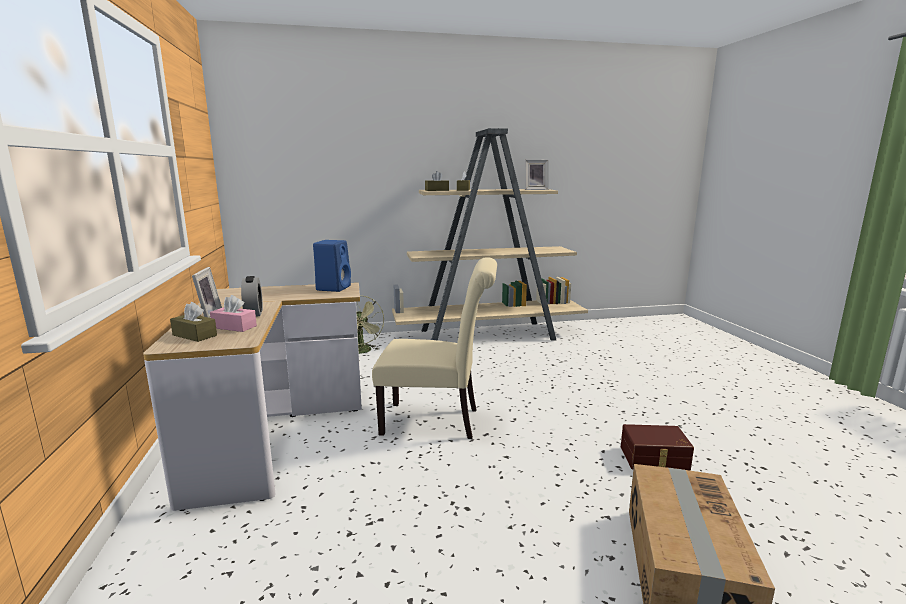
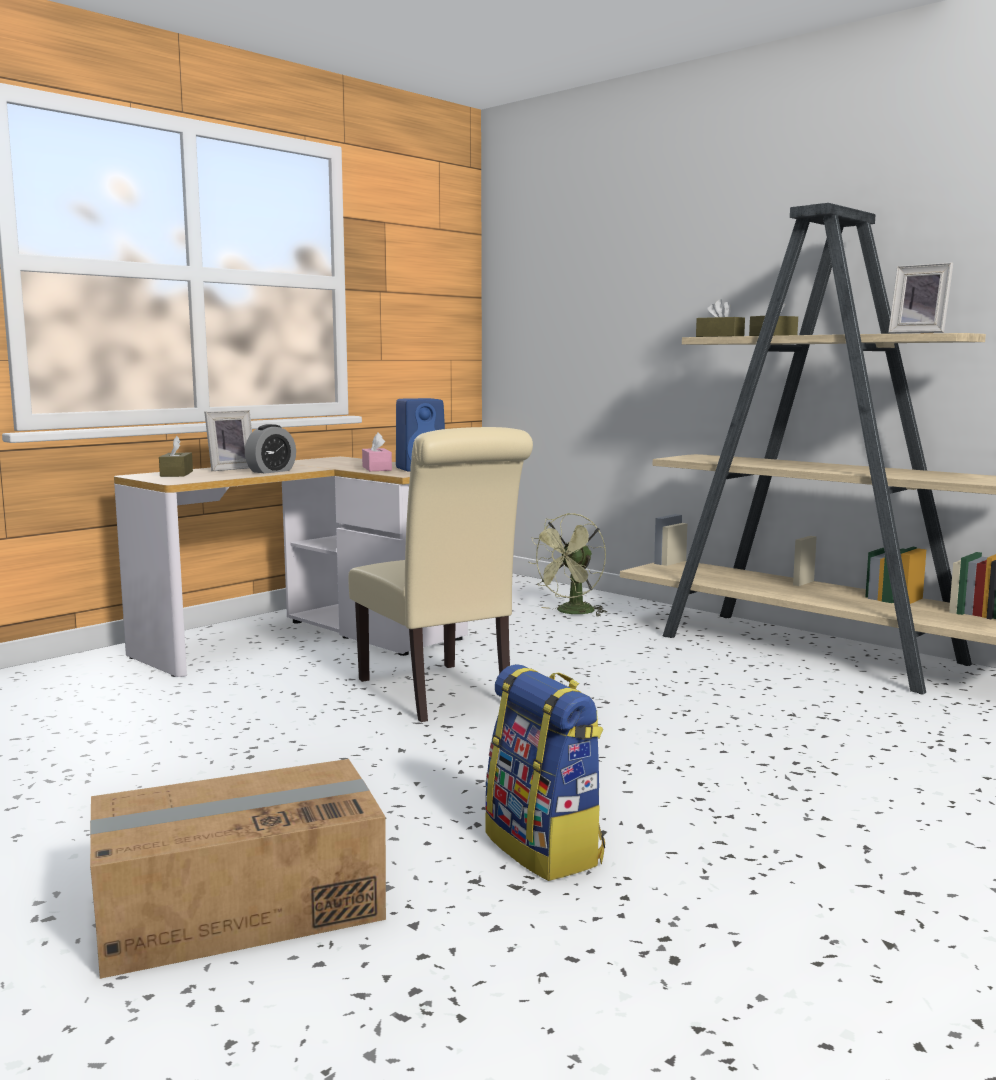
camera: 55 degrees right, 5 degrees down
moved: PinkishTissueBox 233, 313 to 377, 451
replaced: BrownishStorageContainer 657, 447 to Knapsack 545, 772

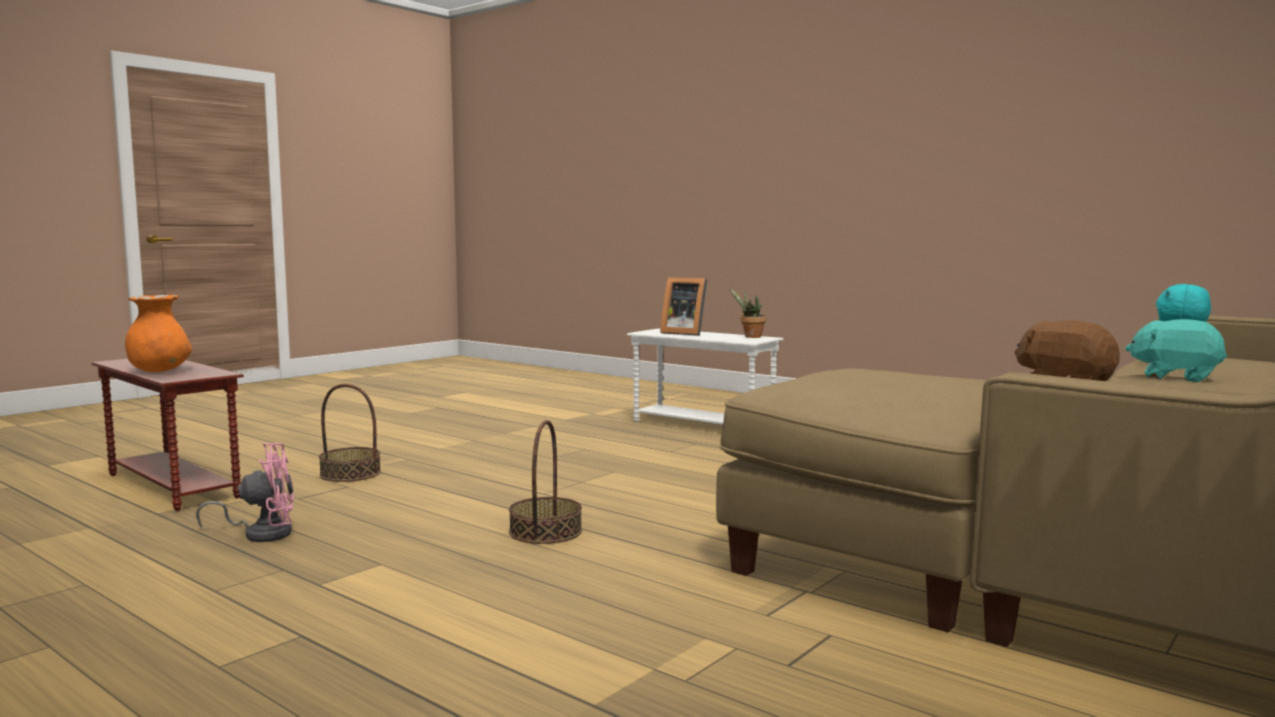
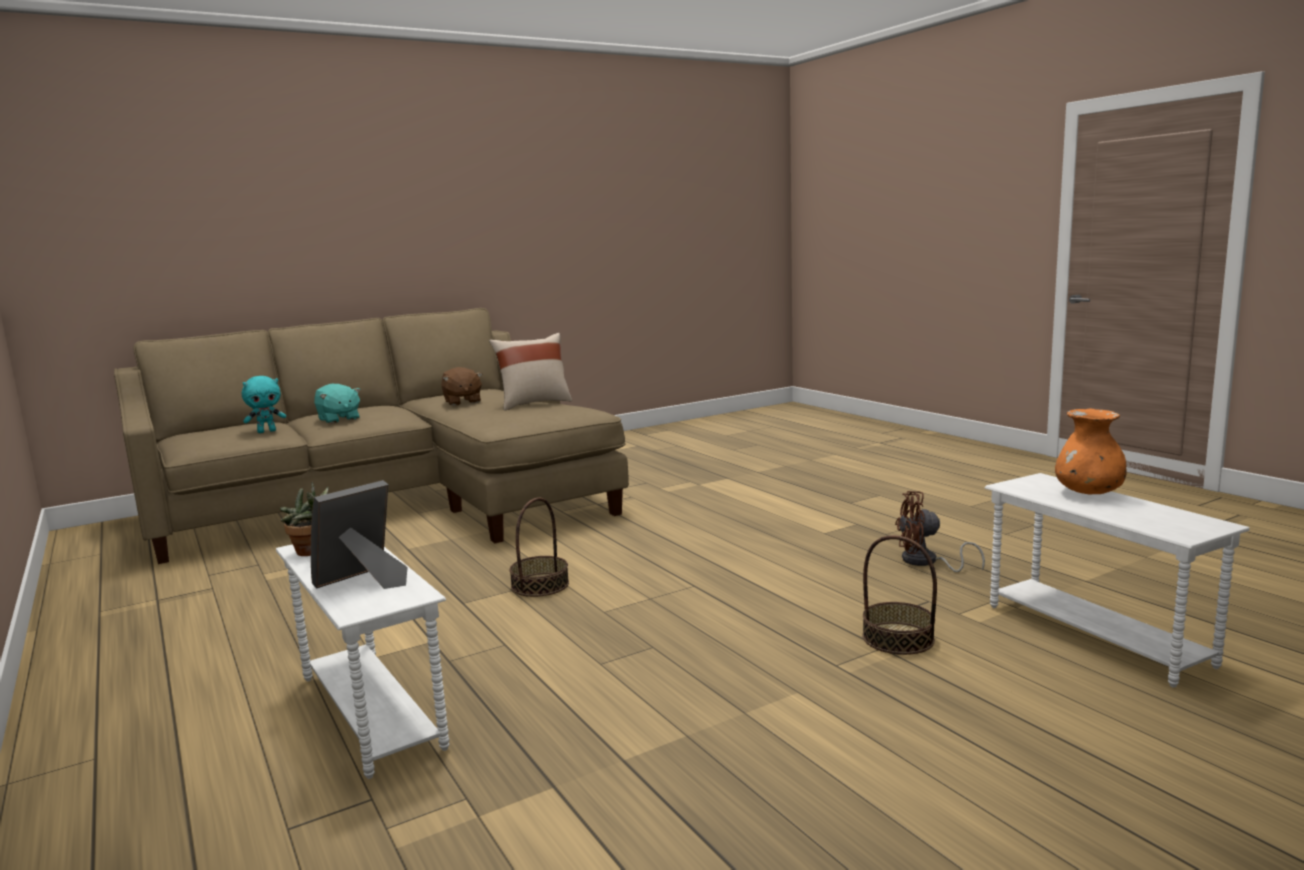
camera: 160 degrees left, 5 degrees up
added: BeigeColouredPillow 530, 372
moved: StorageBasket 545, 482 to 539, 547
recoloured: BrownishAccentTable 168, 435 to WhitishAccentTable 1117, 580; PinkishFan 245, 492 to BrownishFan 940, 531
turned: PictureFrame 683, 306 = 359, 534 90 degrees counterclockwise

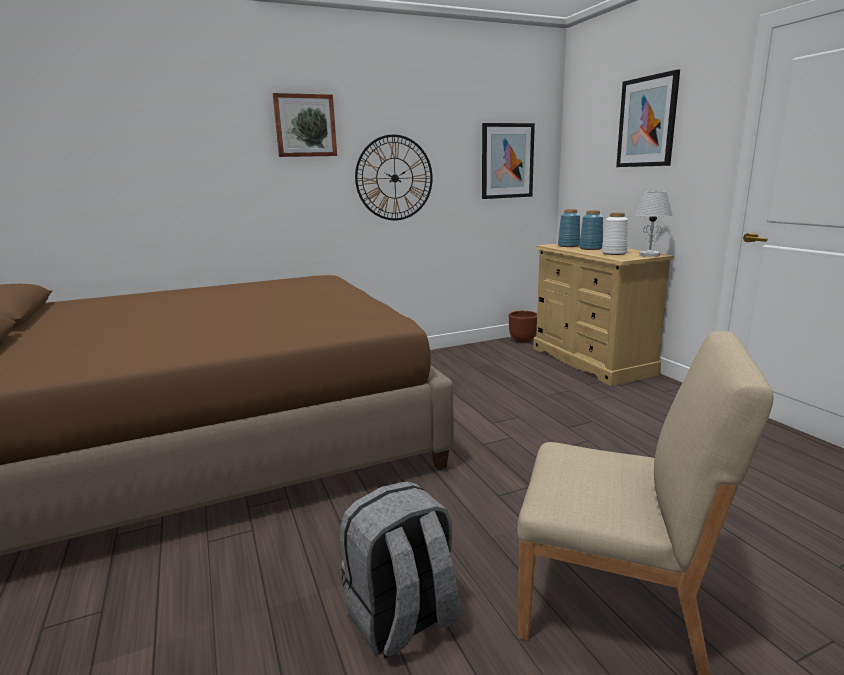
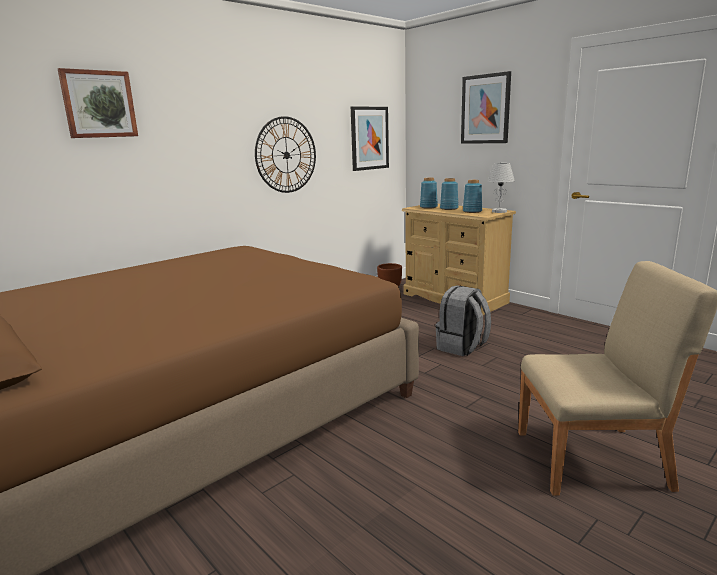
camera: 20 degrees left, 0 degrees up
moved: Picture 305, 125 to 98, 103; GreyishKnapsack 400, 569 to 463, 320
recoloured: WhitishFlowerVase 615, 234 to BlueFlowerVase 472, 196

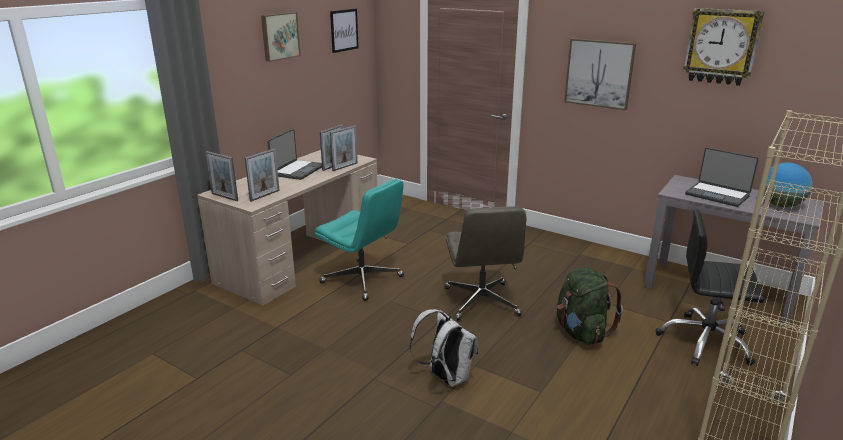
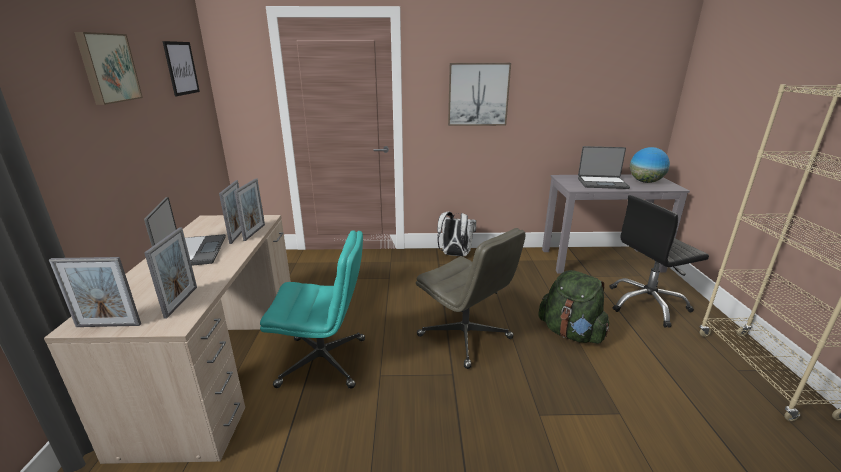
camera: 35 degrees left, 0 degrees up
removed: ClockOnTheWall 724, 47
moved: WhitishKnapsack 444, 348 to 456, 234

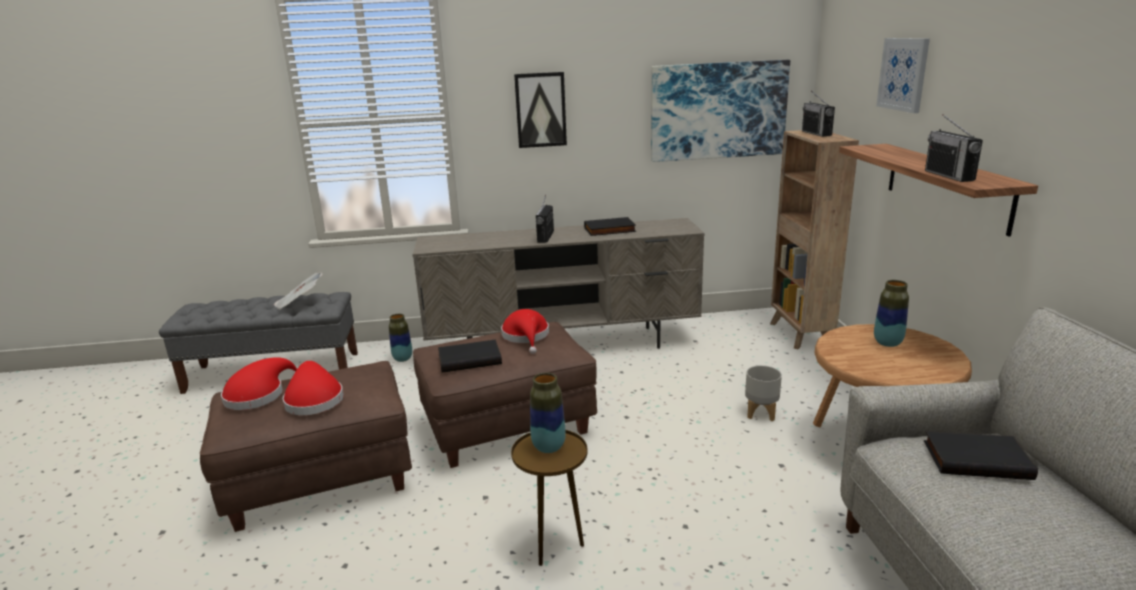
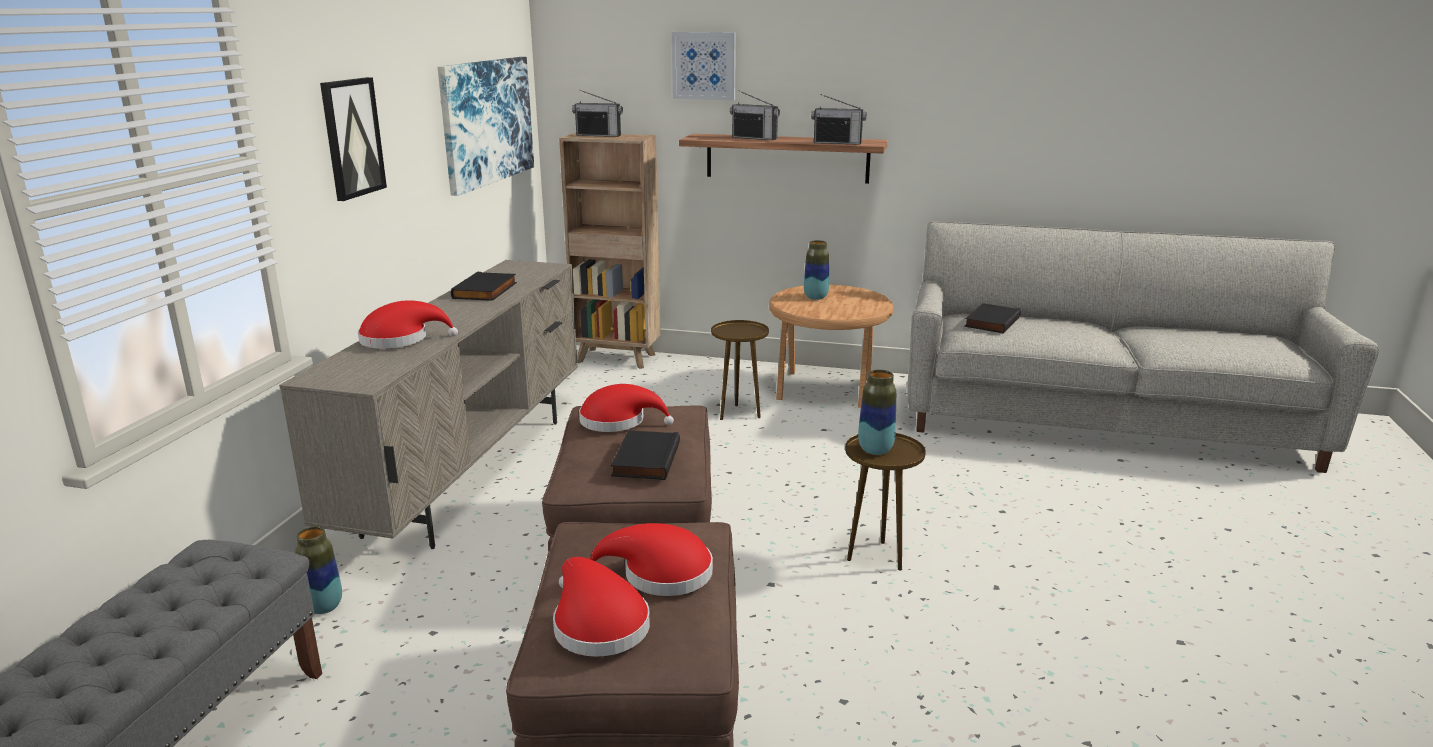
camera: 70 degrees left, 0 degrees up
removed: Newspaper 298, 291
added: RedColouredClothingHat 408, 324
moved: RadioSet 545, 219 to 755, 115
replaced: GreyishPlantPot 763, 393 to BrownishAccentTable 740, 370

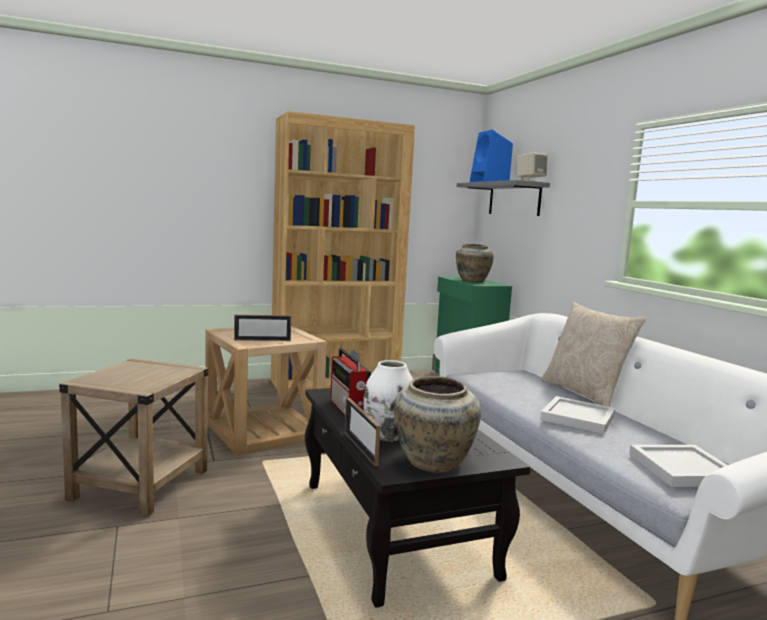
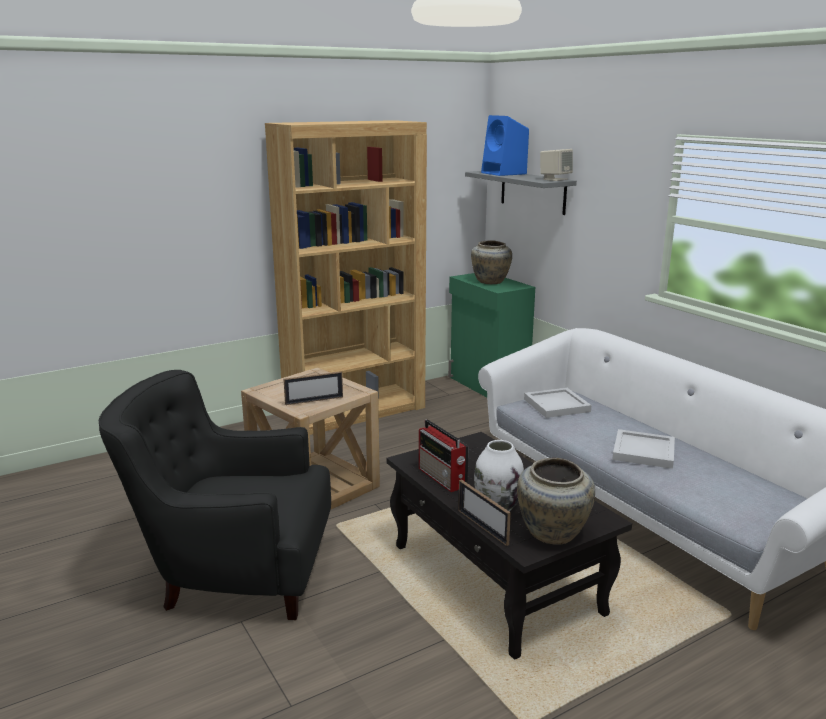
camera: 10 degrees left, 10 degrees up
removed: BeigeColouredPillow 593, 354
moved: WhitishTray 678, 466 to 558, 403
replaced: BeigeColouredAccentTable 133, 437 to BlackColouredLoungeChair 215, 495

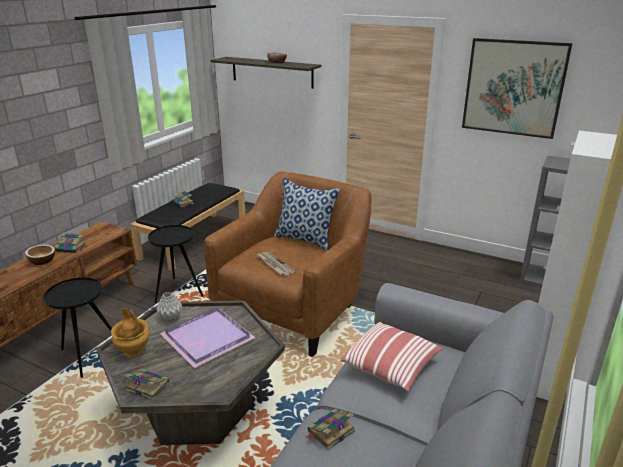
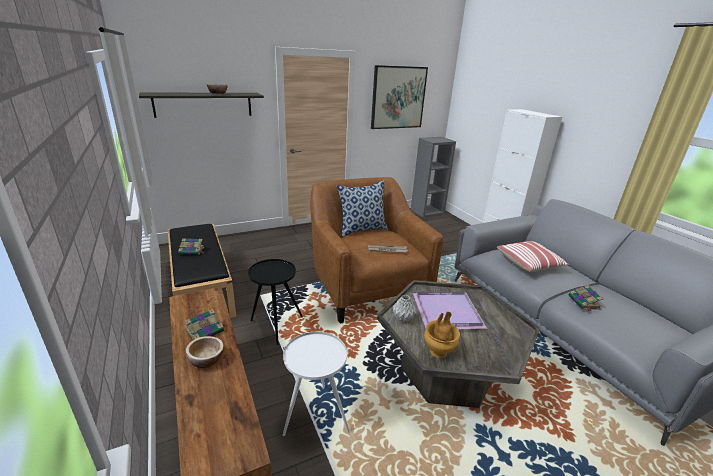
camera: 55 degrees left, 0 degrees up
removed: Book 147, 384
recoloured: BlackColouredAccentTable 77, 327 to WhitishAccentTable 316, 384

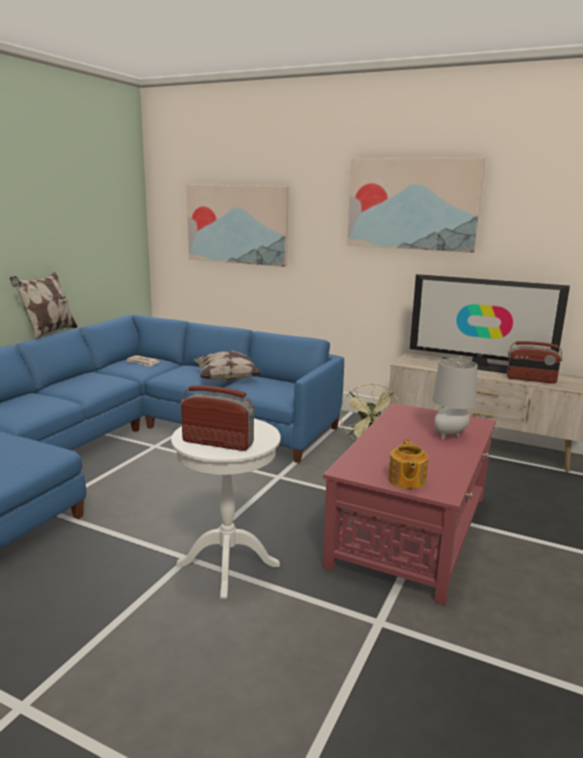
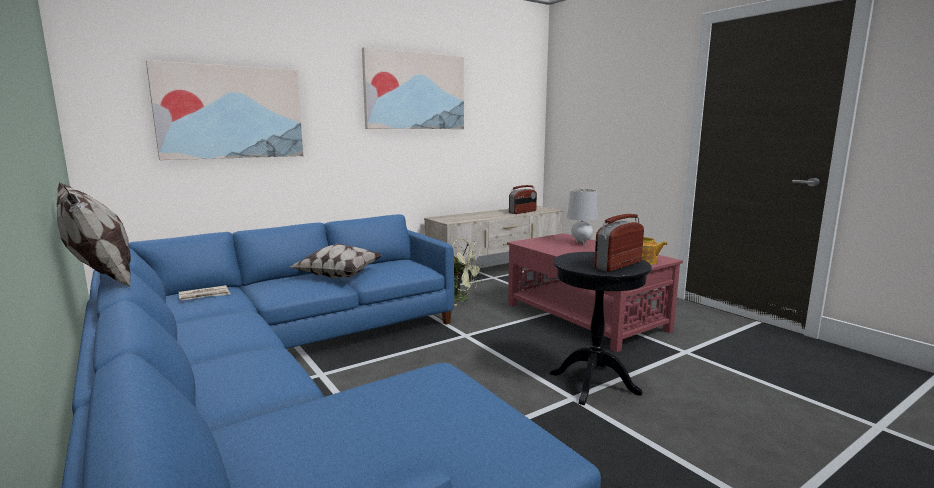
camera: 60 degrees left, 5 degrees down
removed: TvSet 490, 323
recoloured: WhitishAccentTable 226, 509 to BlackColouredAccentTable 601, 328

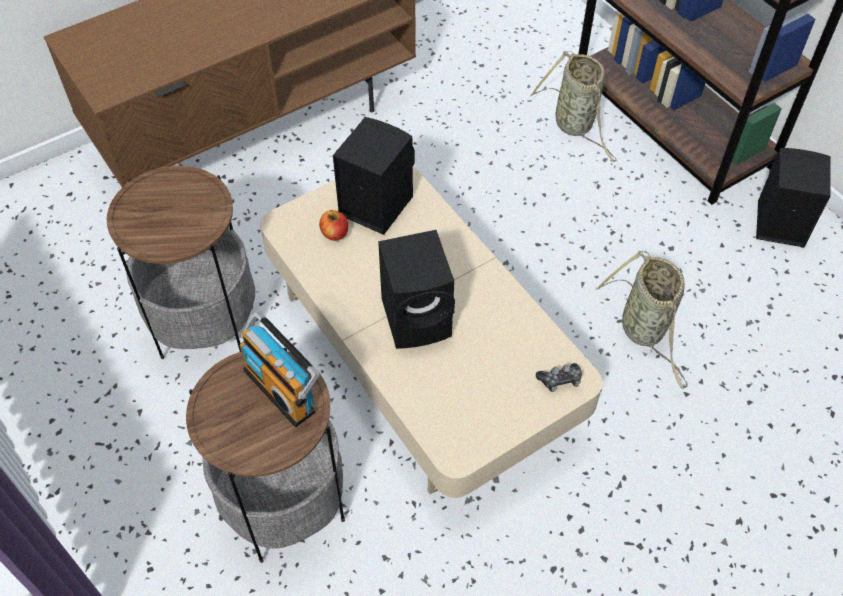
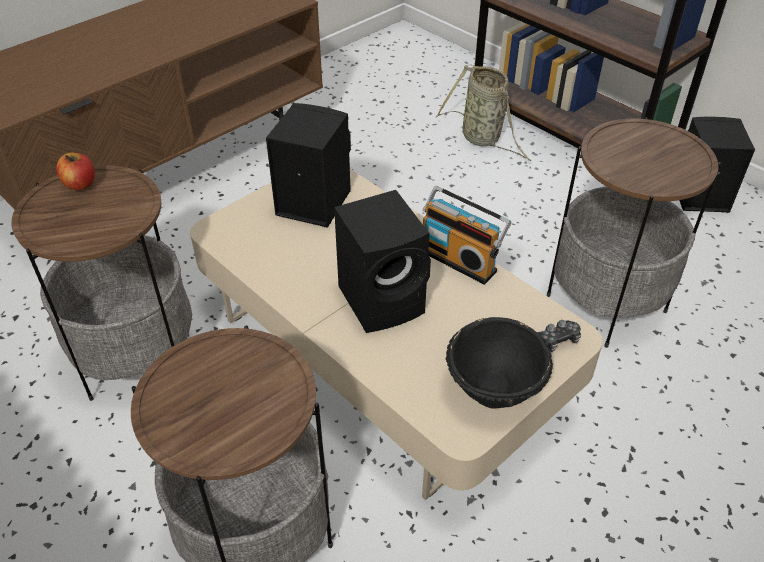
camera: 10 degrees left, 10 degrees down
added: BlackColouredServingBowl 499, 363
moved: RadioSet 280, 369 to 467, 235; WholeApple 333, 225 to 75, 171
replaced: StorageBasket 641, 320 to AccentTable 634, 232

